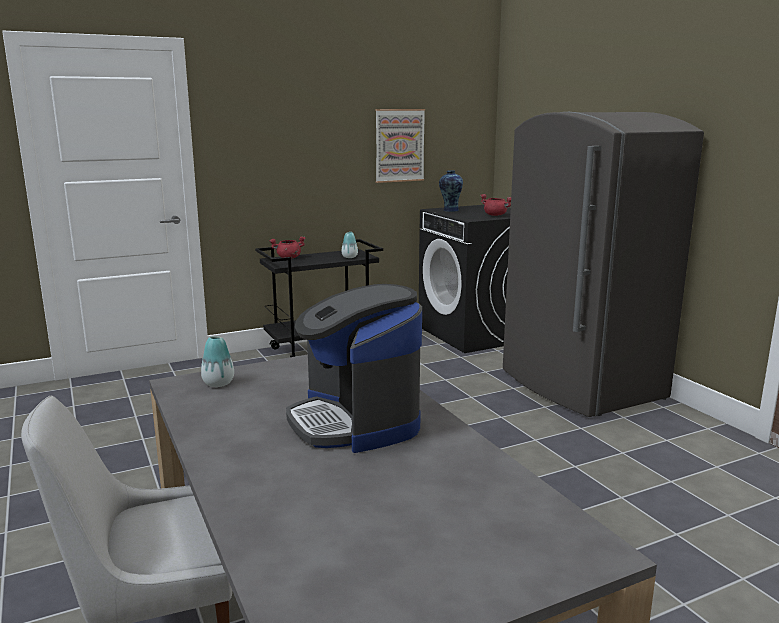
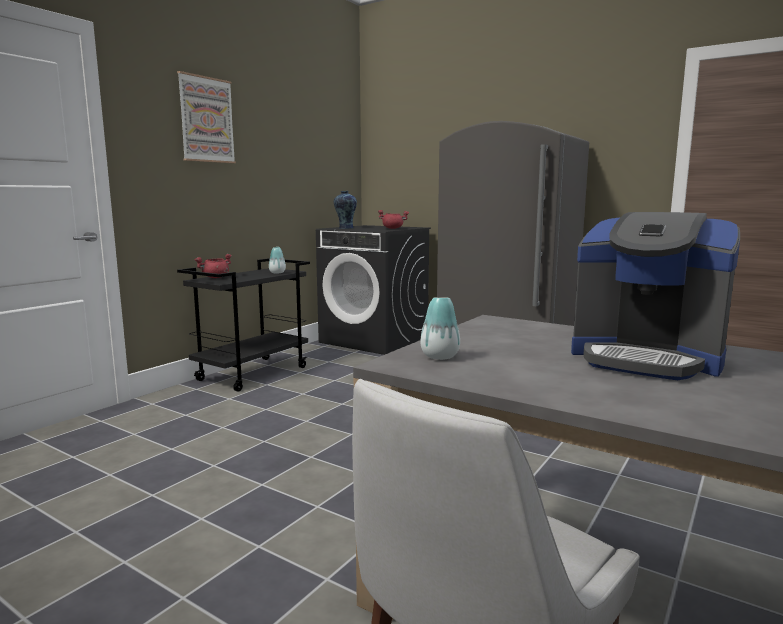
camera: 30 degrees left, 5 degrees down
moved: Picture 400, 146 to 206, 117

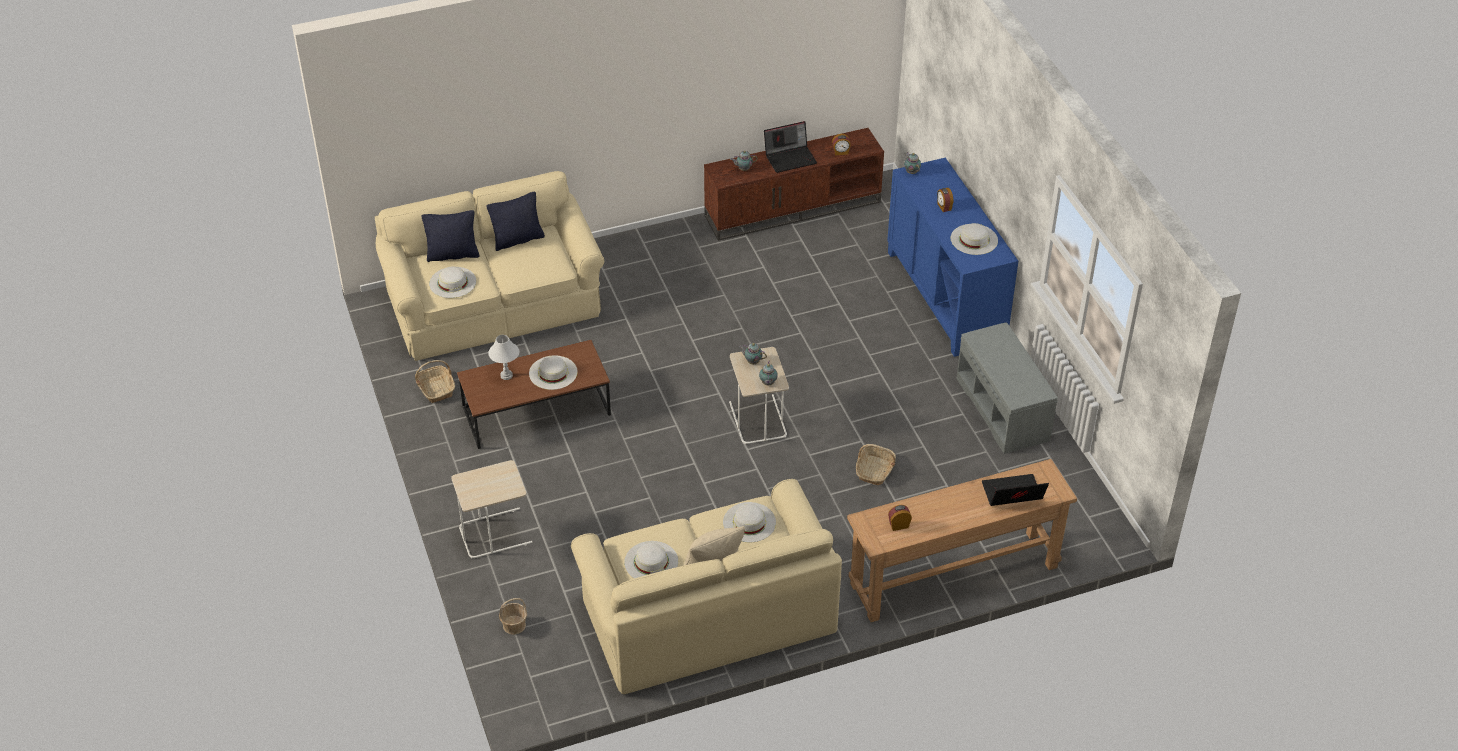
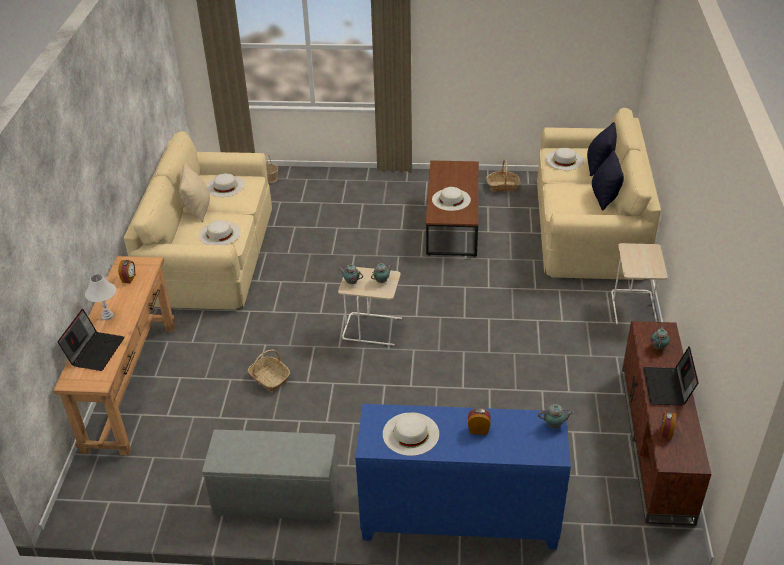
camera: 115 degrees right, 5 degrees down
moved: BeigeColouredAccentTable 492, 509 to 639, 283; WhitishLampForATable 503, 357 to 100, 297

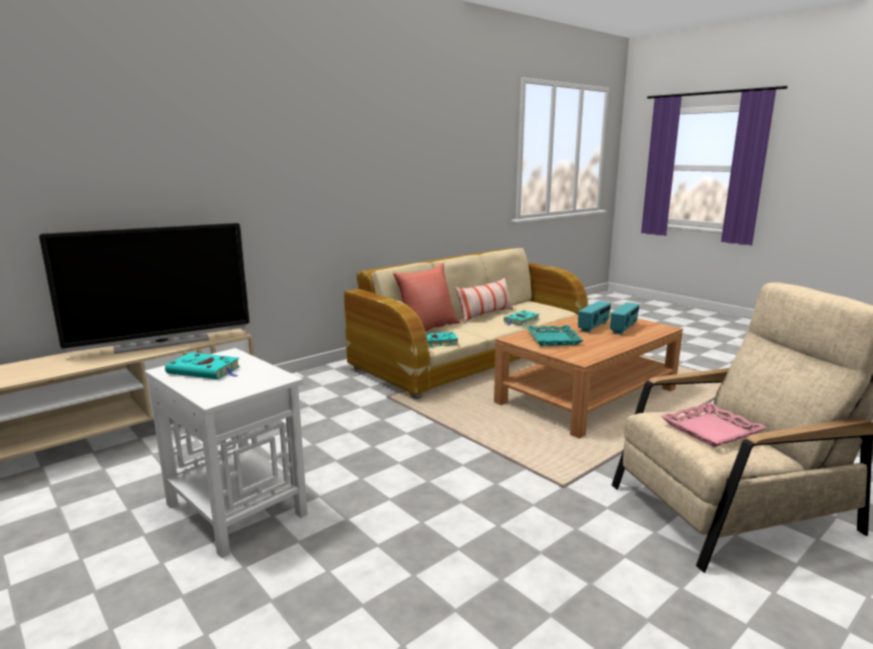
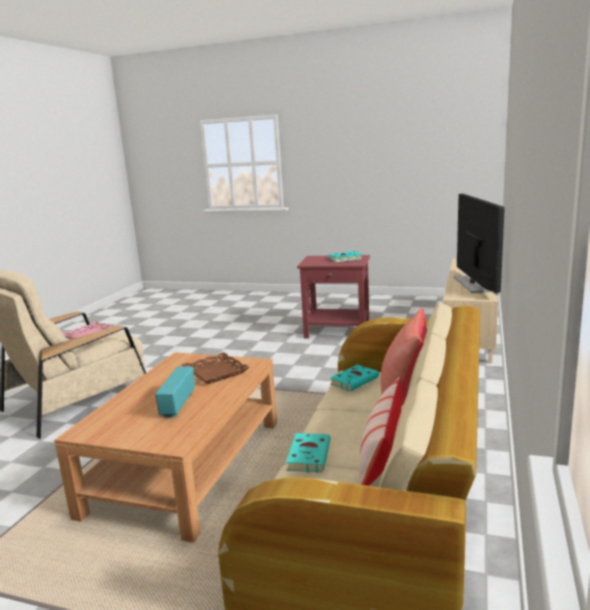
camera: 150 degrees right, 0 degrees up
removed: RadioSet 624, 318
recoloured: WhitishAccentTable 226, 453 to RedColouredAccentTable 333, 297; BlueGreenTray 555, 335 to BrownishTray 215, 368
turned: TvSet 144, 288 = 479, 244 150 degrees clockwise

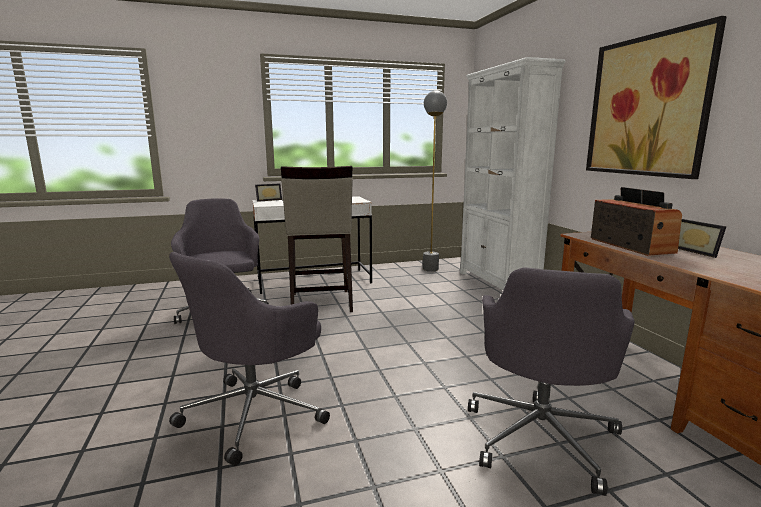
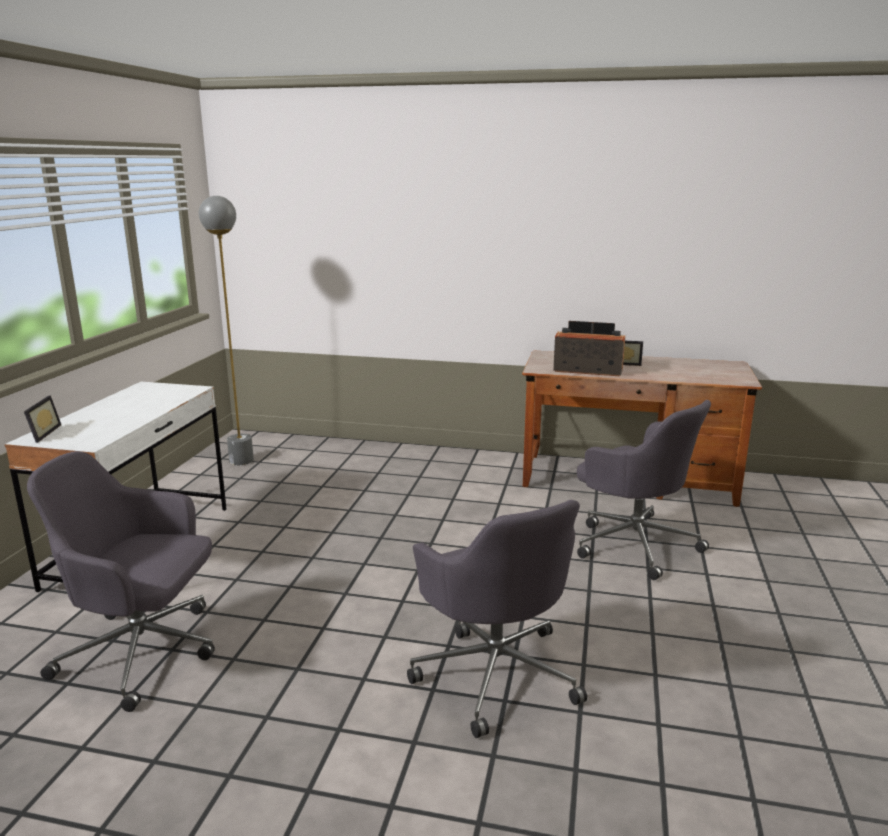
camera: 60 degrees left, 5 degrees up
removed: BeigeColouredStoolSeat 317, 239; WhitishBookcase 513, 173; Picture 656, 97

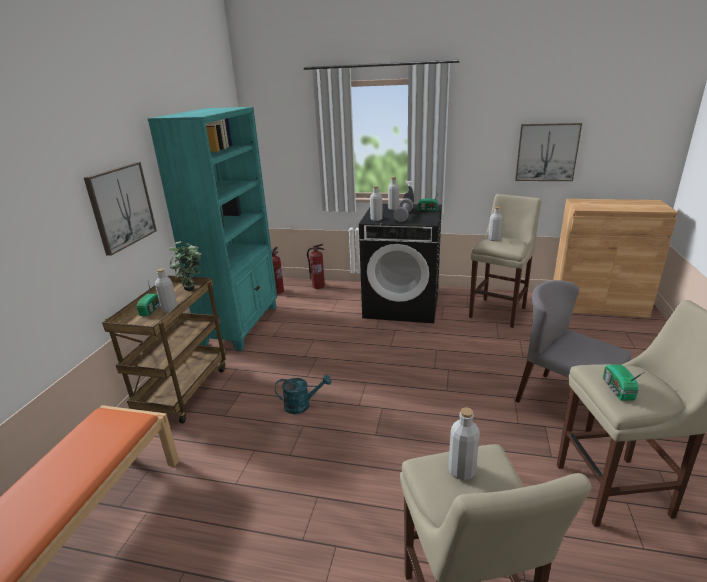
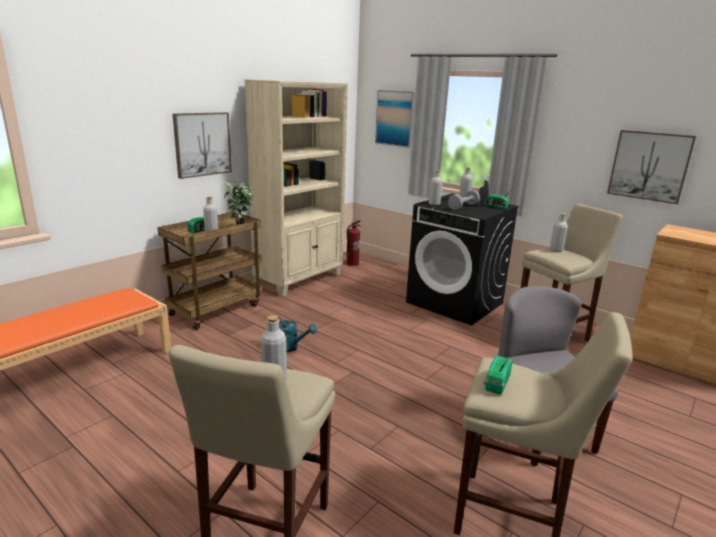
camera: 25 degrees right, 5 degrees down
removed: FireFightingCylinder 316, 266
added: Picture 395, 119
recoloured: BlueGreenBookcase 212, 229 to BeigeColouredBookcase 296, 188

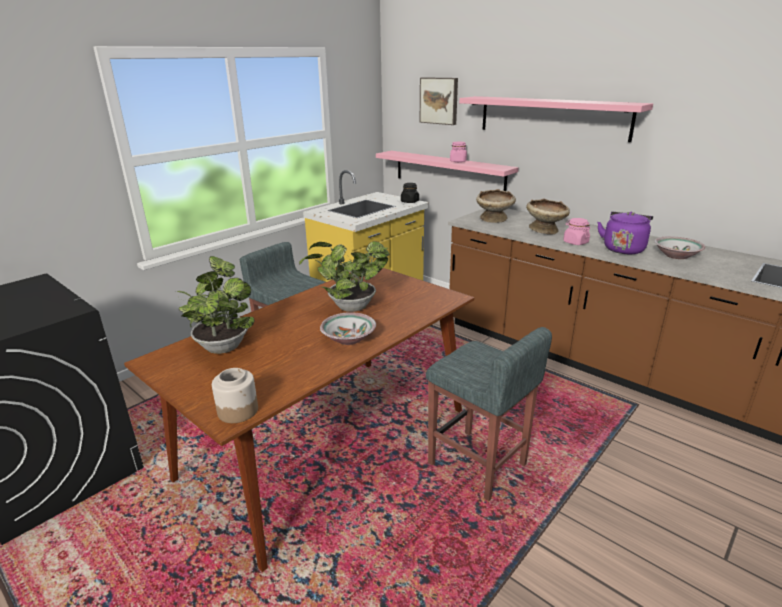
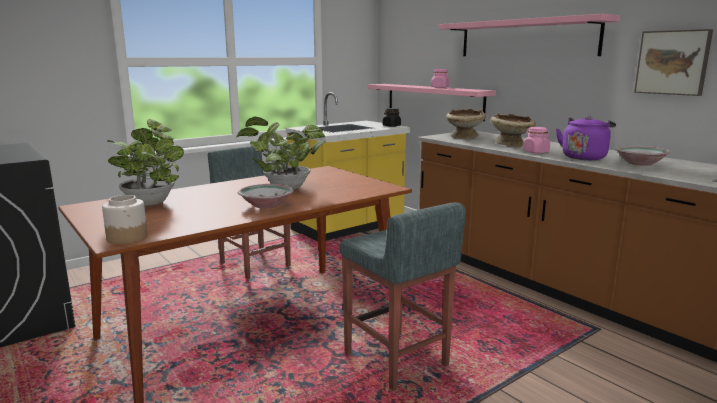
camera: 10 degrees right, 10 degrees down
moved: Picture 439, 101 to 673, 62

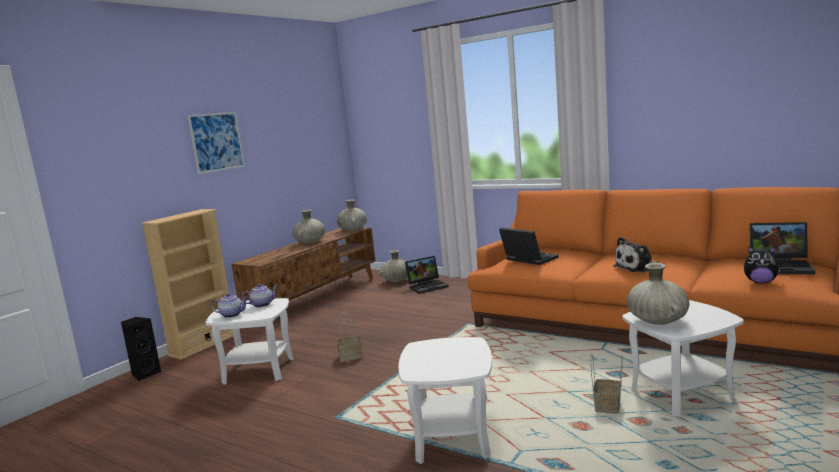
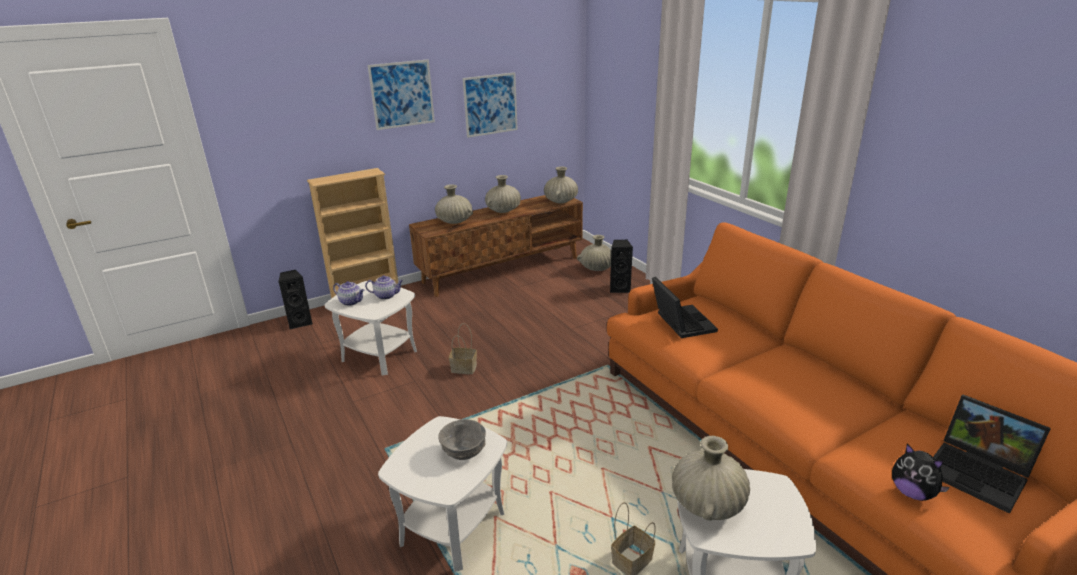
camera: 25 degrees right, 15 degrees up
removed: SoftToy 635, 254
added: BeigeColouredFlowerVase 454, 204; GreyishServingBowl 462, 439; Picture 490, 105
replaced: Laptop 427, 275 to BlackColouredAudioSpeaker 621, 266

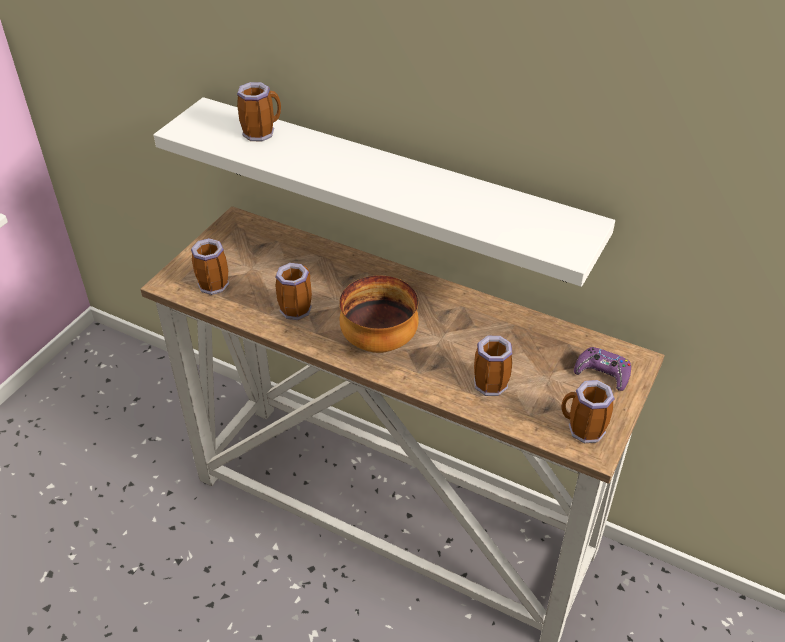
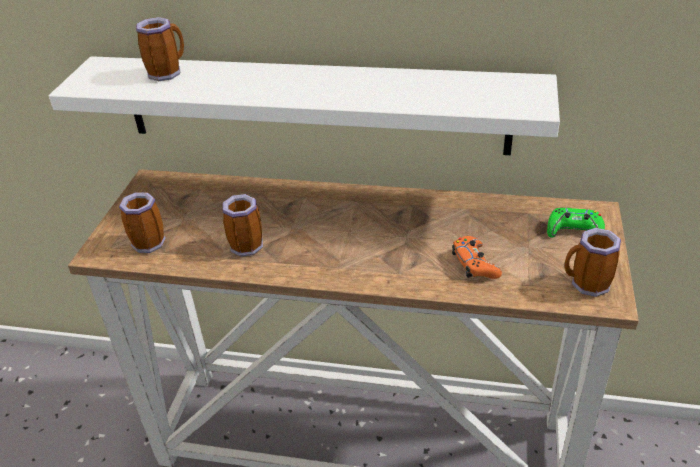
camera: 15 degrees left, 5 degrees down
removed: ServingBowl 379, 314
replaced: Mug 493, 366 to OrangeyGamepad 477, 257
recoloured: PurpleColouredGamepad 602, 369 to GreenishGamepad 576, 223

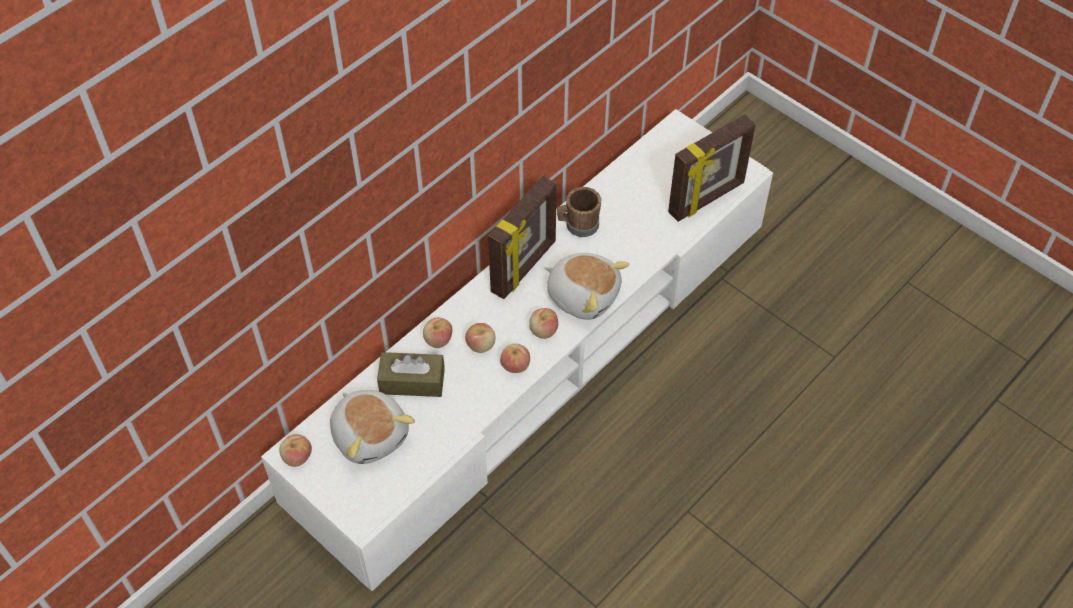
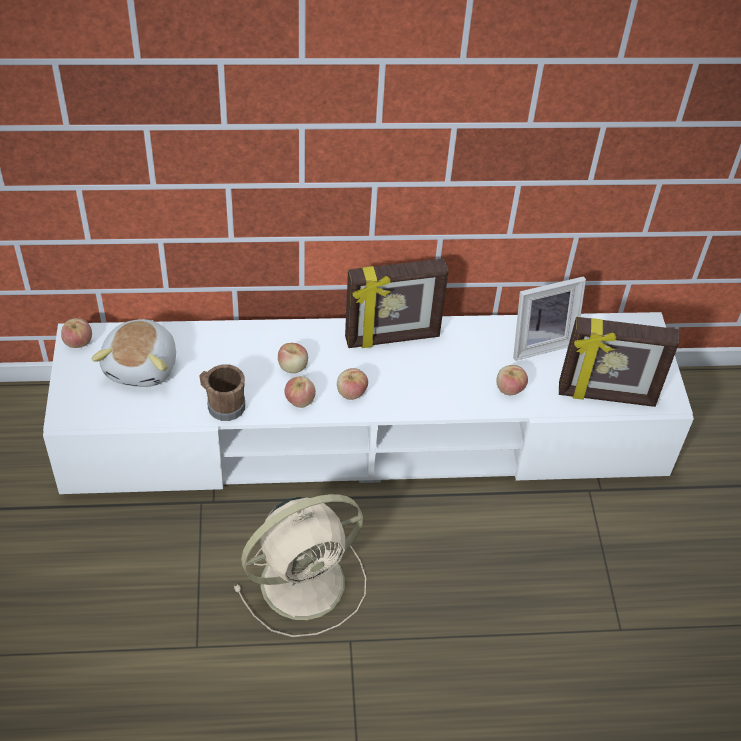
camera: 40 degrees right, 5 degrees down
removed: BrownishTissueBox 411, 374; SoftToy 587, 286
added: BeigeColouredFan 300, 565; PictureFrame 549, 318
moved: WholeApple 438, 333 to 512, 380; BrownishMug 579, 212 to 222, 392

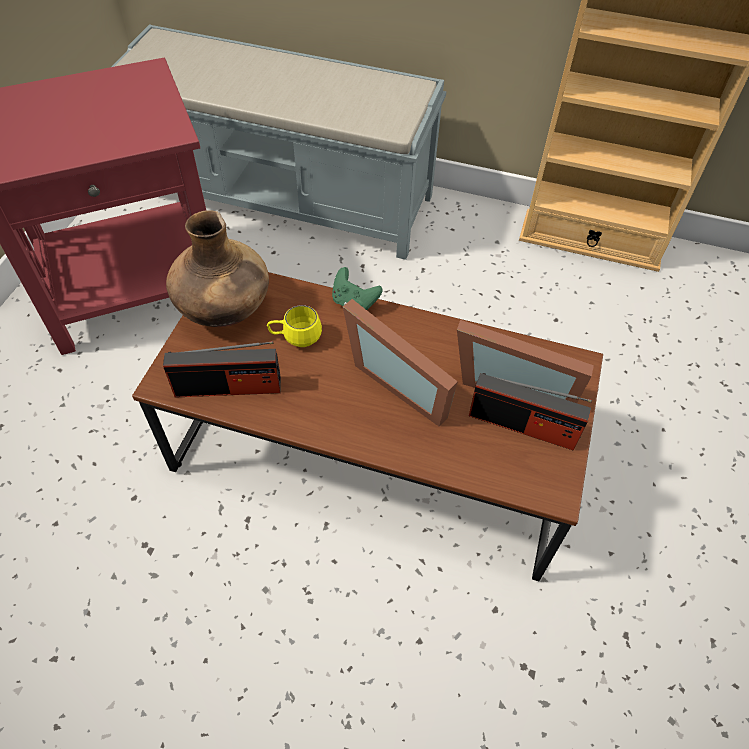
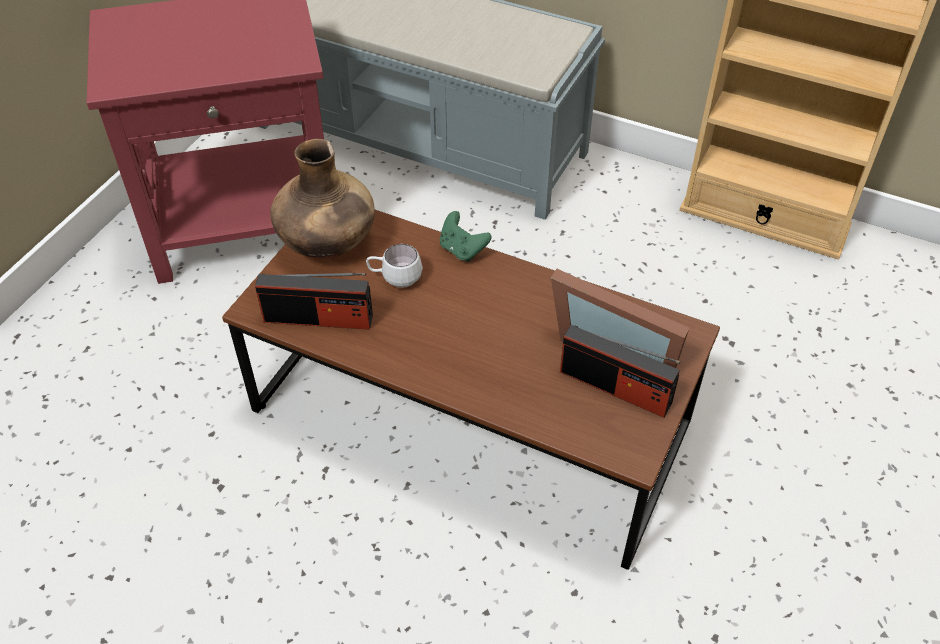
camera: 10 degrees right, 5 degrees down
removed: PictureFrame 400, 363
recoloured: YellowishMug 294, 326 to WhitishMug 394, 266

